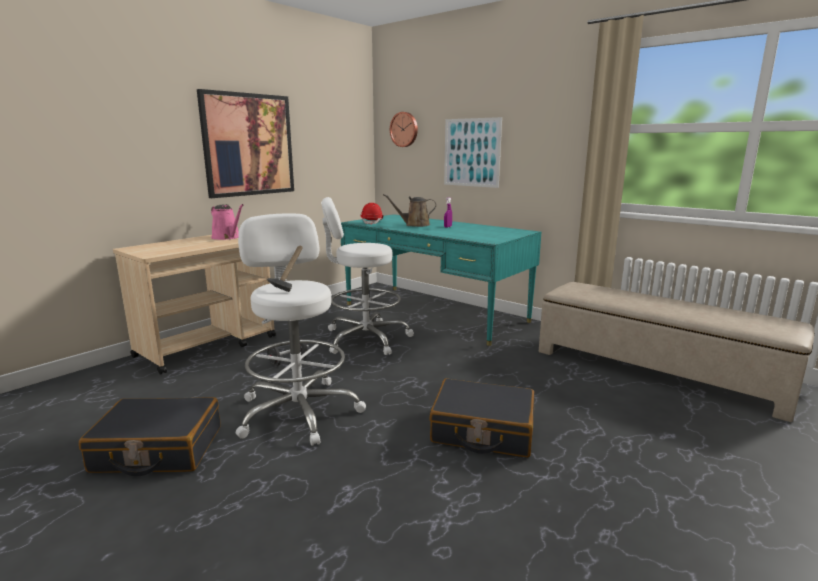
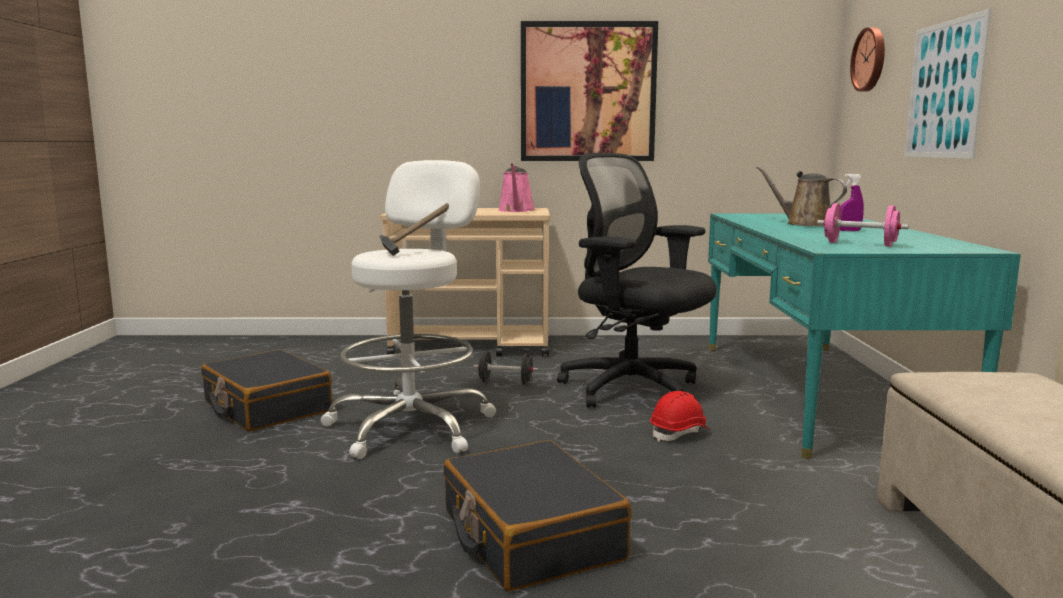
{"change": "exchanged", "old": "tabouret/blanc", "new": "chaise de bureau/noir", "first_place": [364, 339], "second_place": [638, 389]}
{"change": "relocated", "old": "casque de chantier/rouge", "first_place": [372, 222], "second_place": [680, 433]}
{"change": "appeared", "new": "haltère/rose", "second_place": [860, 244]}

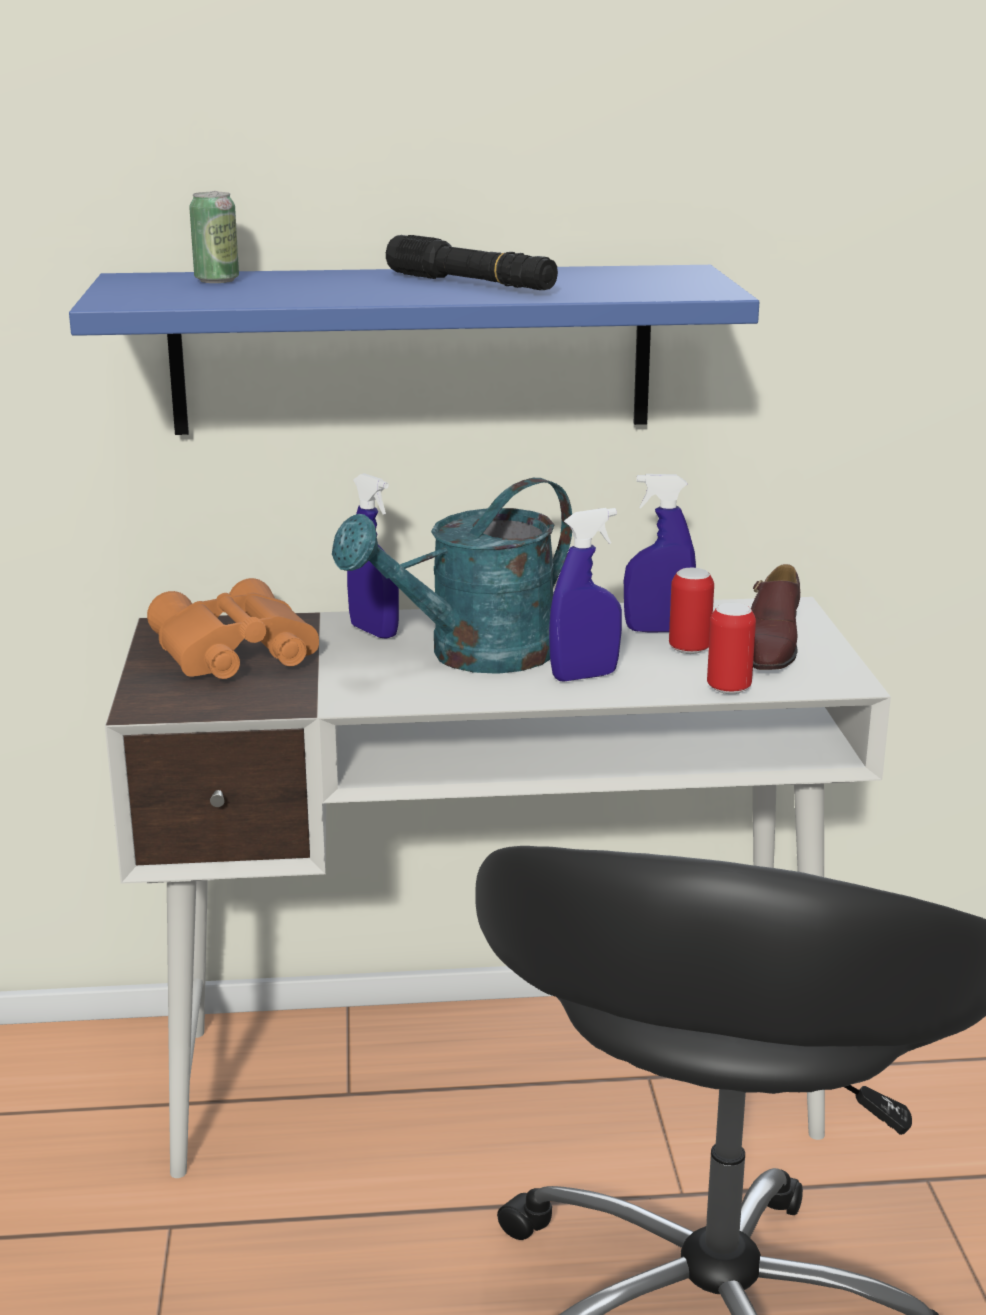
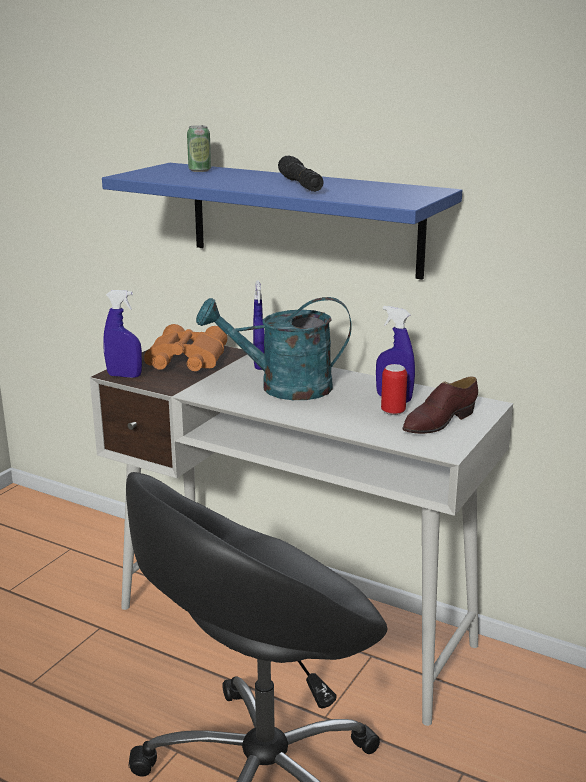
{"change": "relocated", "old": "vaporisateur/bleu", "first_place": [584, 676], "second_place": [124, 376]}
{"change": "missing", "old": "boîte métallique", "first_place": [728, 688]}

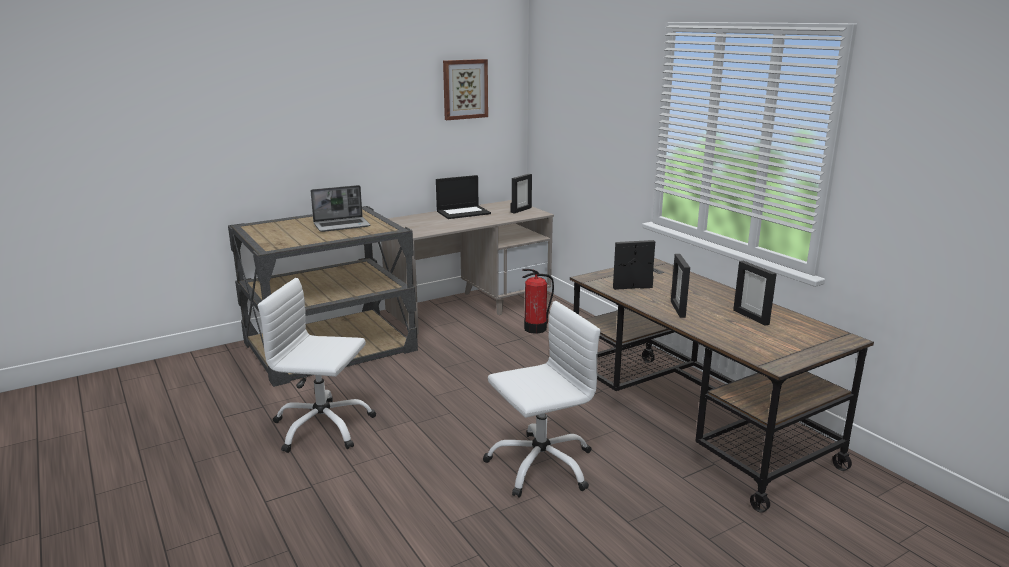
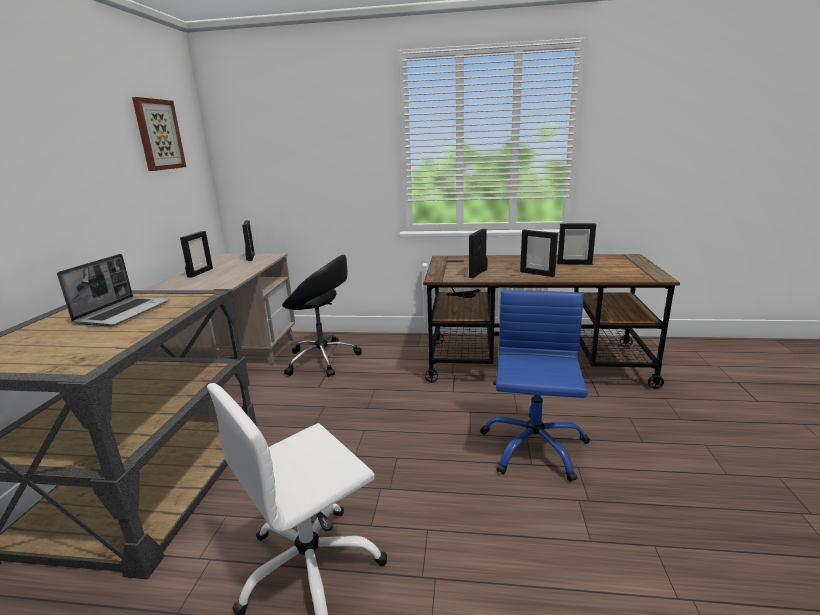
{"change": "exchanged", "old": "ordinateur portable", "new": "cadre photo", "first_place": [463, 212], "second_place": [200, 272]}
{"change": "exchanged", "old": "extincteur", "new": "chaise de bureau/noir", "first_place": [535, 329], "second_place": [324, 359]}
{"change": "colour", "old": "chaise de bureau/blanc", "new": "chaise de bureau/bleu", "first_place": [540, 465], "second_place": [533, 446]}

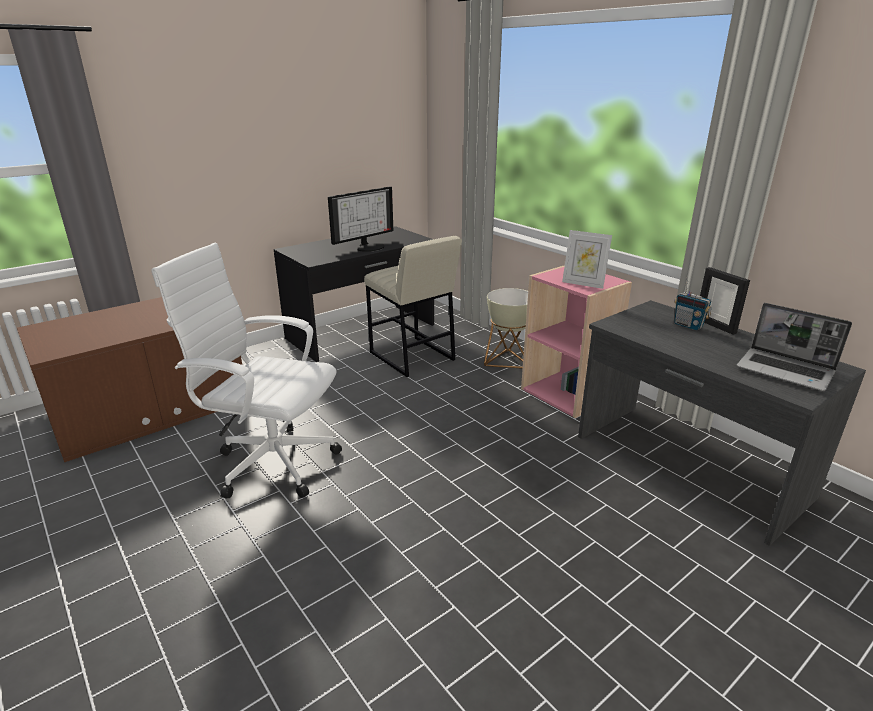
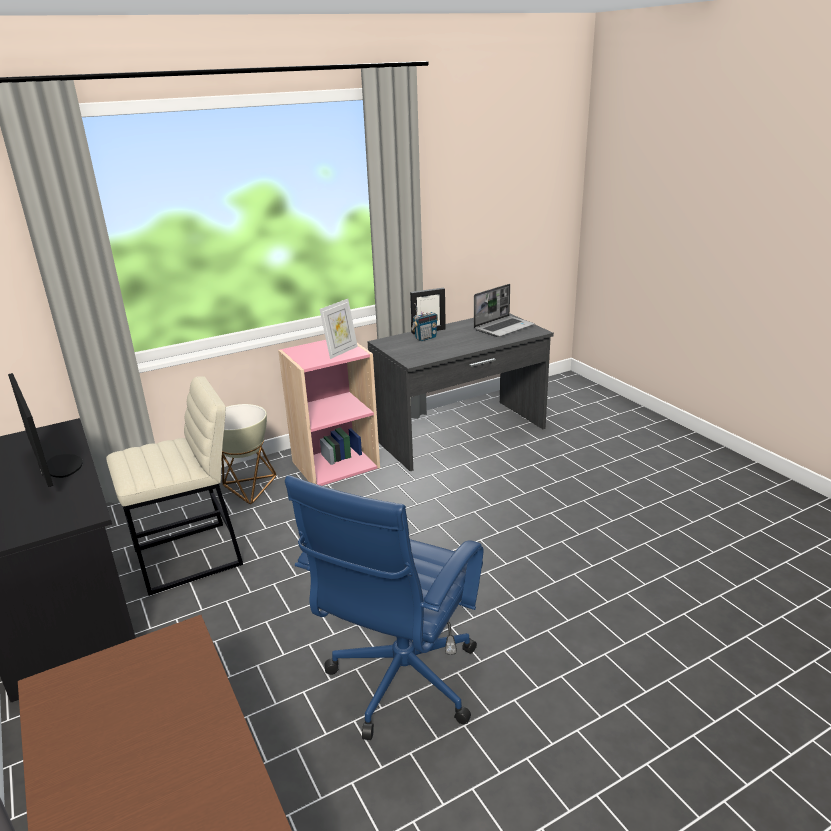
{"change": "colour", "old": "chaise de bureau/blanc", "new": "chaise de bureau/bleu", "first_place": [271, 463], "second_place": [400, 685]}

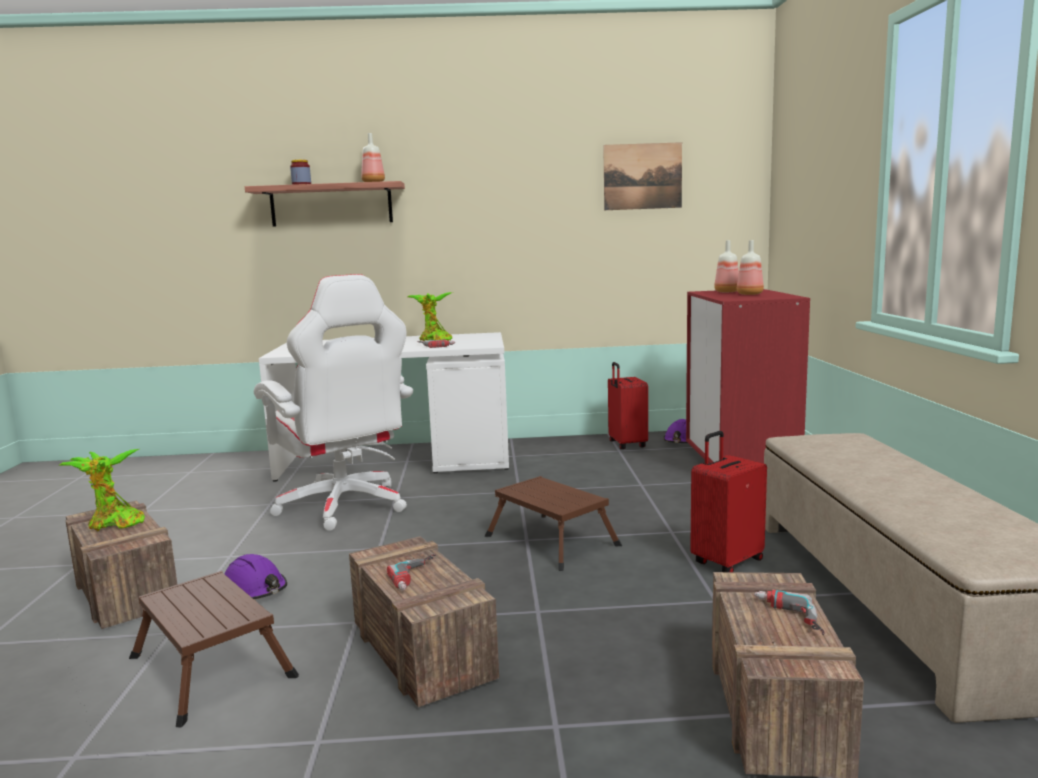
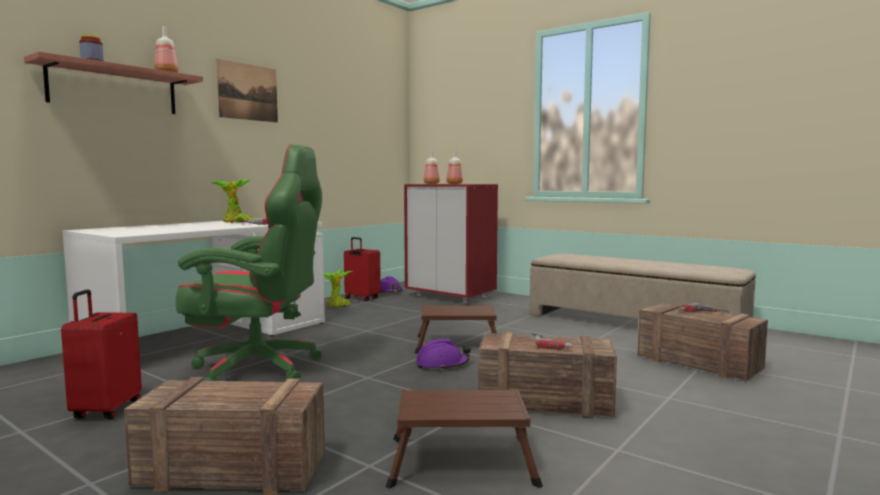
{"change": "relocated", "old": "valise/rouge", "first_place": [726, 561], "second_place": [105, 410]}
{"change": "colour", "old": "chaise de bureau/blanc", "new": "chaise de bureau/vert", "first_place": [342, 505], "second_place": [256, 368]}
{"change": "relocated", "old": "tableau", "first_place": [642, 176], "second_place": [248, 92]}
{"change": "relocated", "old": "plante en pot", "first_place": [113, 524], "second_place": [338, 306]}
{"change": "relocated", "old": "casque de chantier/violet", "first_place": [255, 590], "second_place": [442, 365]}

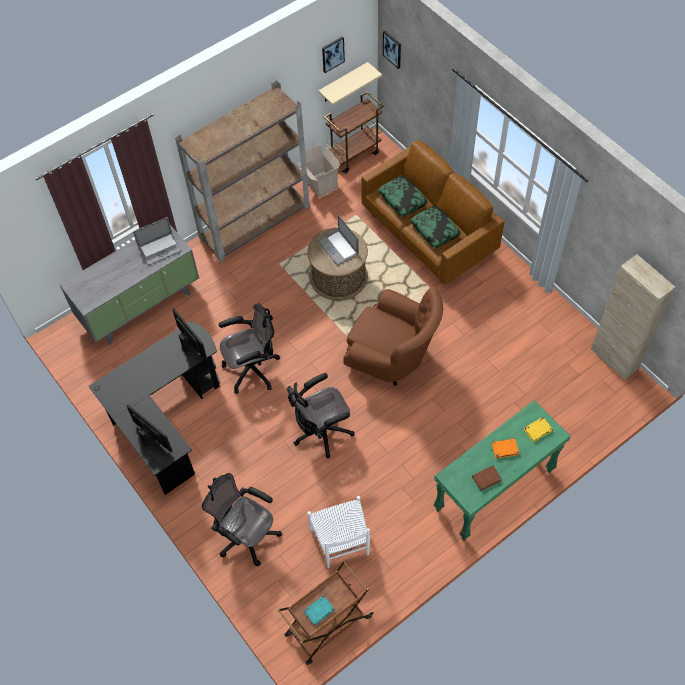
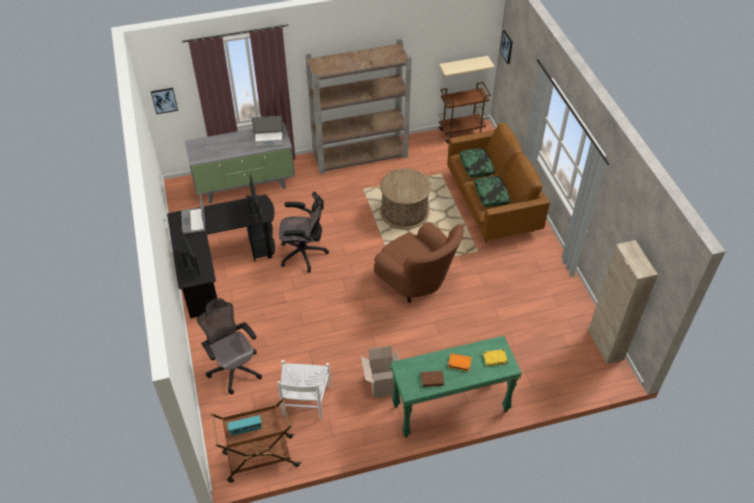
{"change": "relocated", "old": "tableau", "first_place": [332, 54], "second_place": [164, 100]}
{"change": "relocated", "old": "ordinateur portable", "first_place": [338, 247], "second_place": [193, 221]}
{"change": "exchanged", "old": "livre/turquoise", "new": "radio", "first_place": [319, 610], "second_place": [246, 430]}
{"change": "relocated", "old": "carton", "first_place": [320, 184], "second_place": [381, 384]}
{"change": "missing", "old": "chaise de bureau", "first_place": [322, 431]}

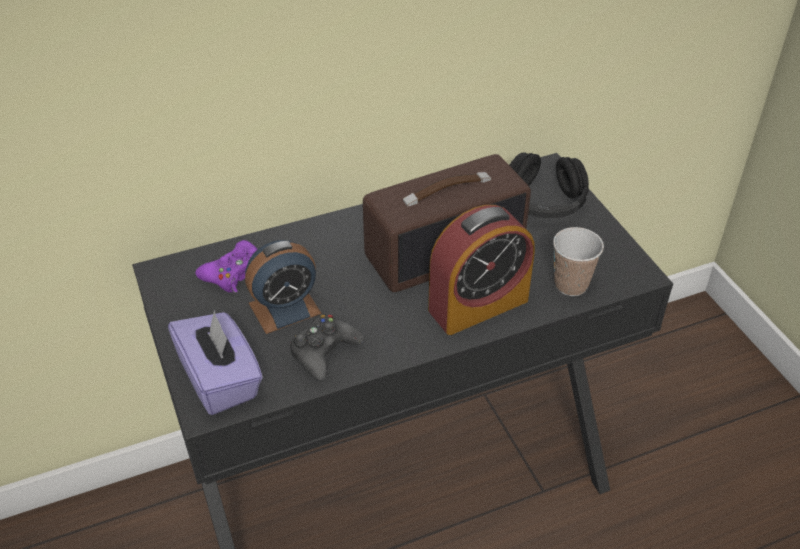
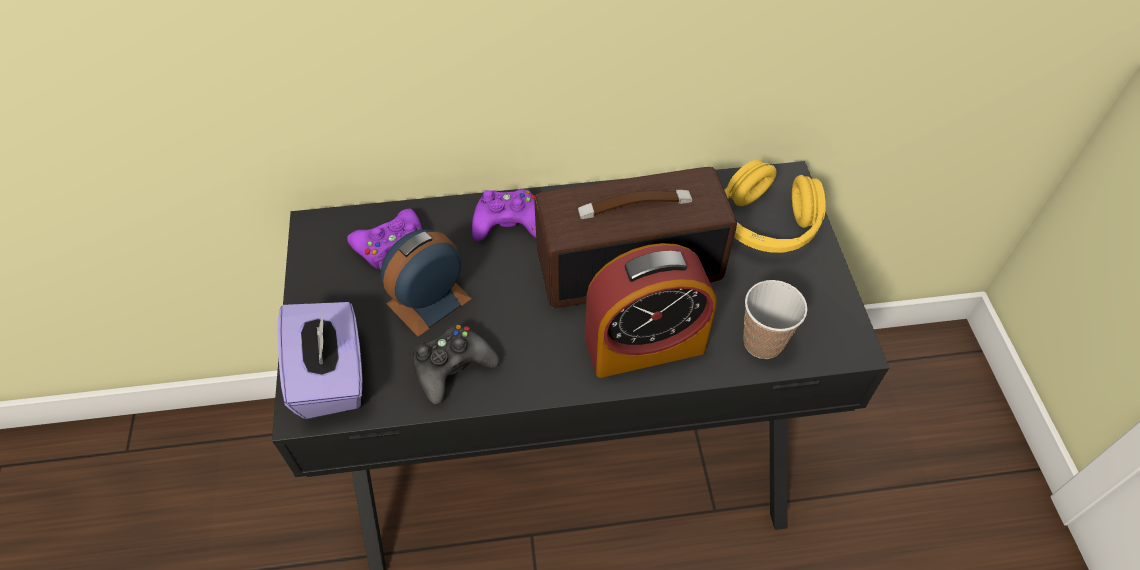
{"change": "spun", "old": "réveil", "first_place": [284, 308], "second_place": [429, 301], "degrees": 150}
{"change": "appeared", "new": "manette/violet", "second_place": [508, 223]}
{"change": "colour", "old": "casque audio/noir", "new": "casque audio/jaune", "first_place": [543, 201], "second_place": [767, 223]}

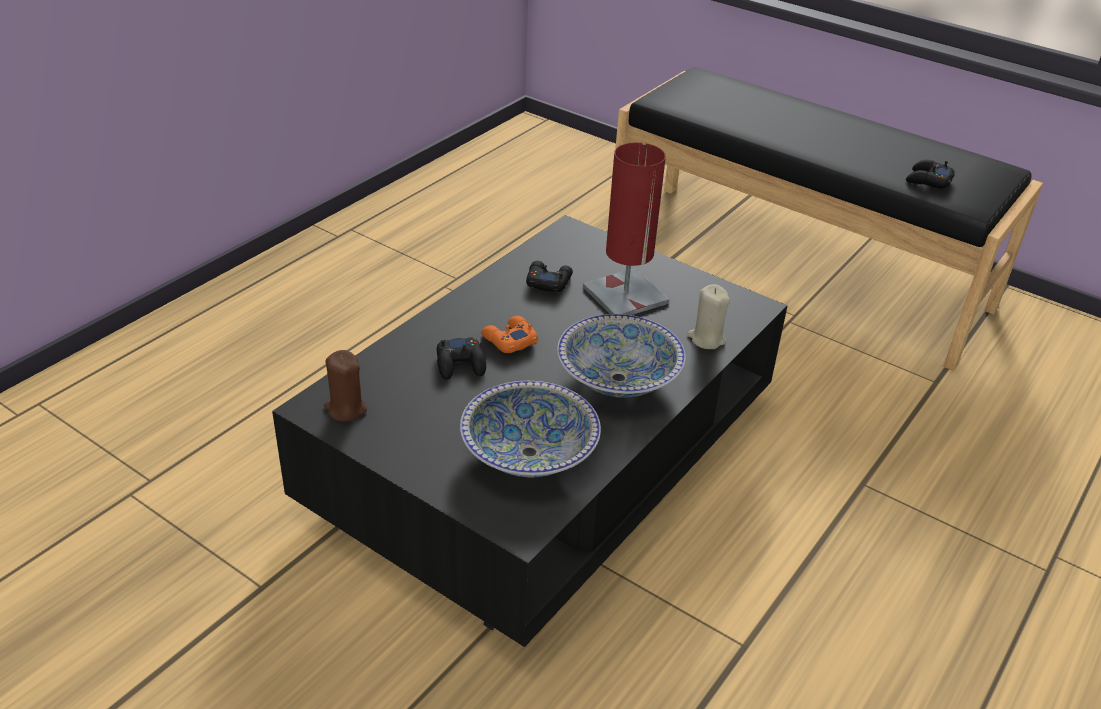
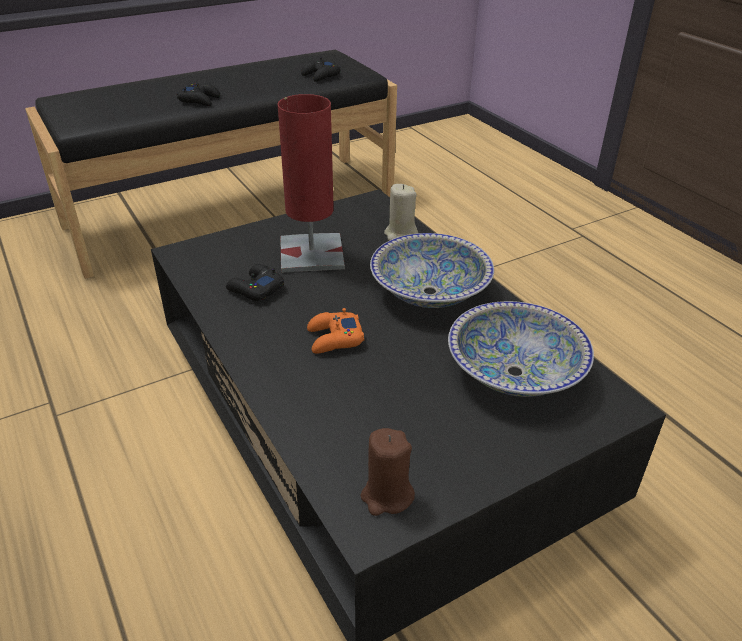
{"change": "relocated", "old": "manette/noir", "first_place": [461, 364], "second_place": [200, 100]}

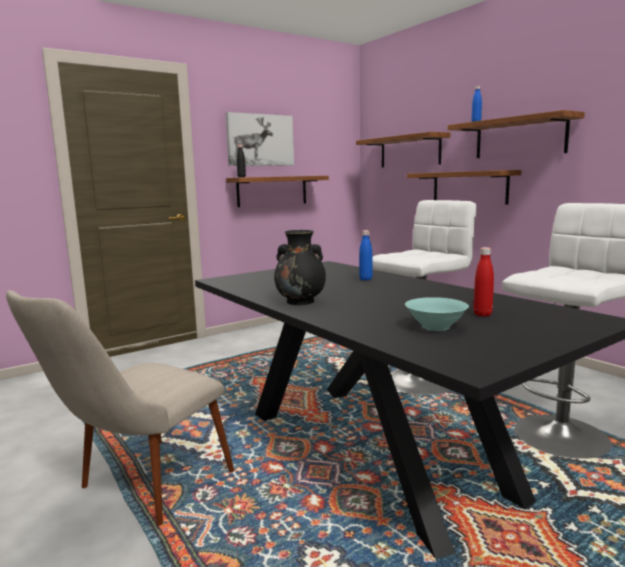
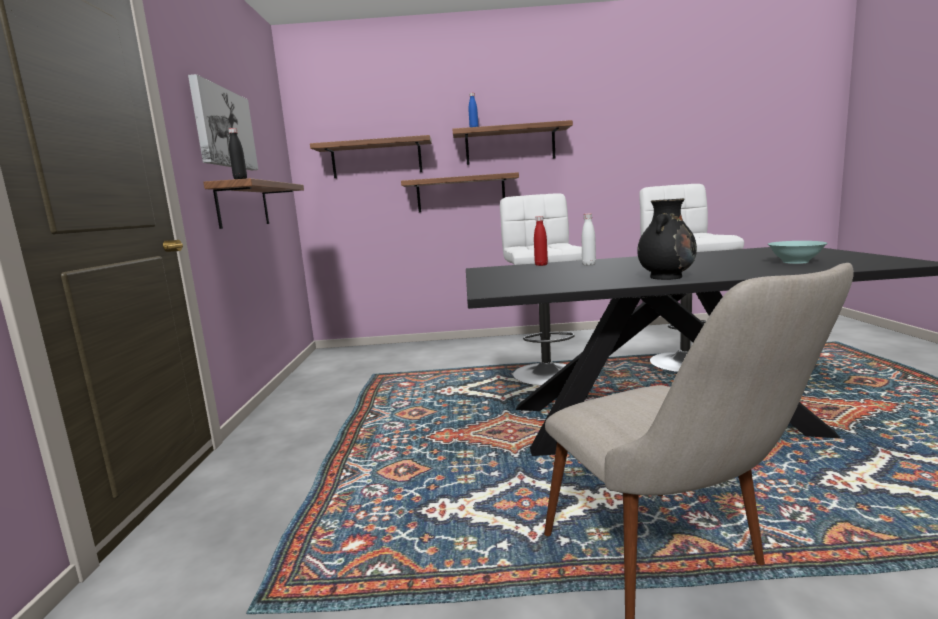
{"change": "relocated", "old": "bouteille/rouge", "first_place": [482, 314], "second_place": [541, 265]}
{"change": "colour", "old": "bouteille/bleu", "new": "bouteille/blanc", "first_place": [365, 279], "second_place": [589, 264]}

